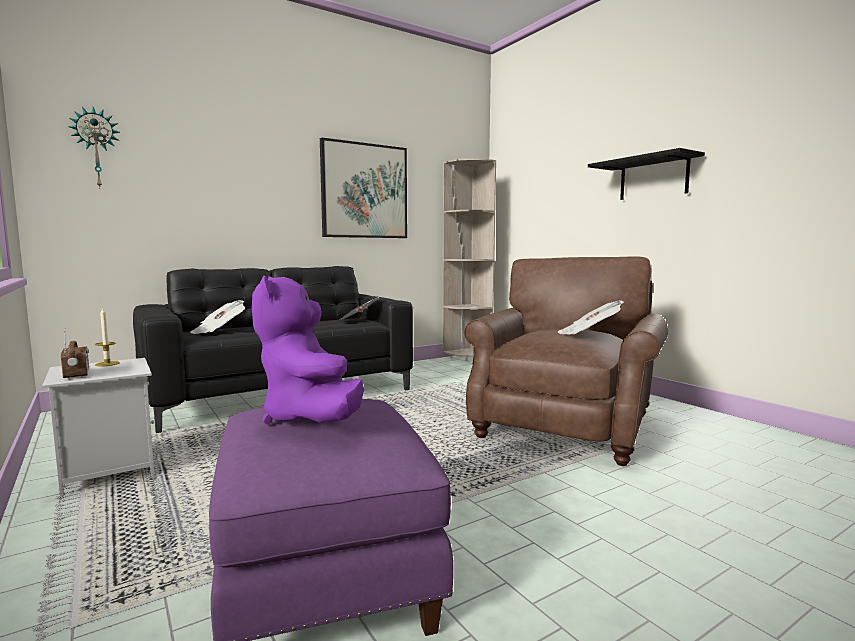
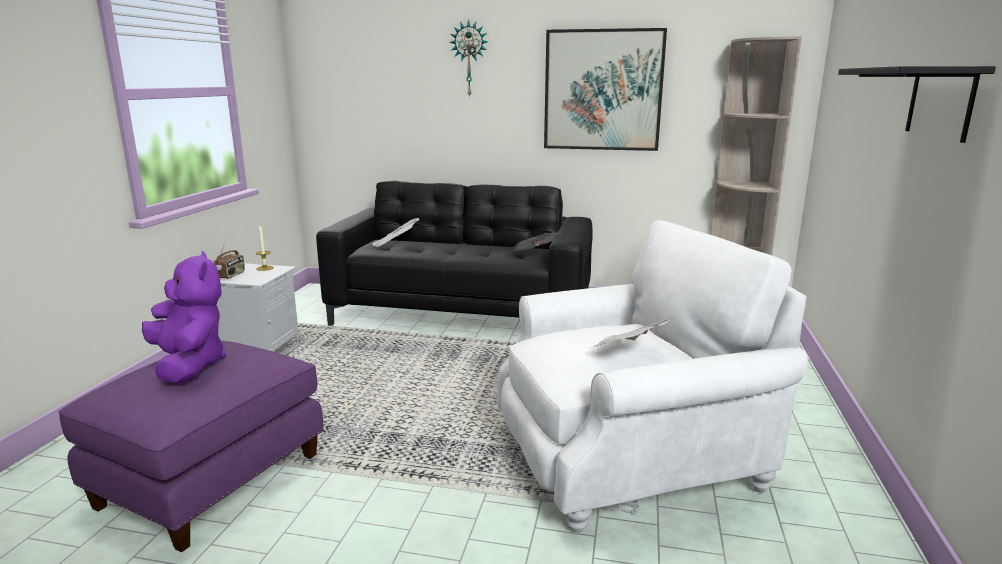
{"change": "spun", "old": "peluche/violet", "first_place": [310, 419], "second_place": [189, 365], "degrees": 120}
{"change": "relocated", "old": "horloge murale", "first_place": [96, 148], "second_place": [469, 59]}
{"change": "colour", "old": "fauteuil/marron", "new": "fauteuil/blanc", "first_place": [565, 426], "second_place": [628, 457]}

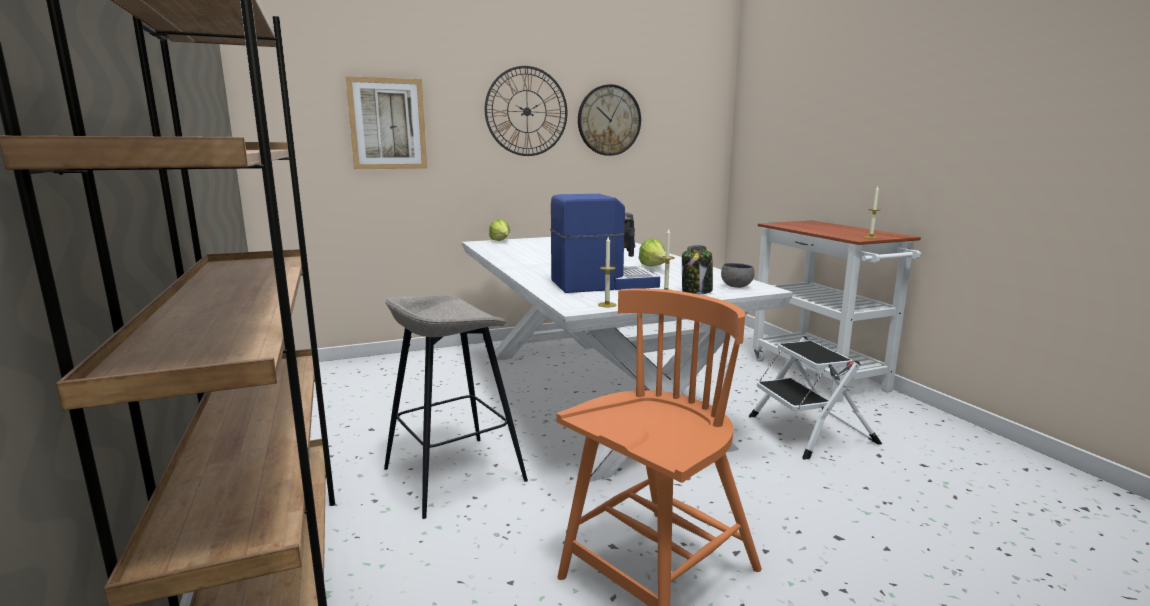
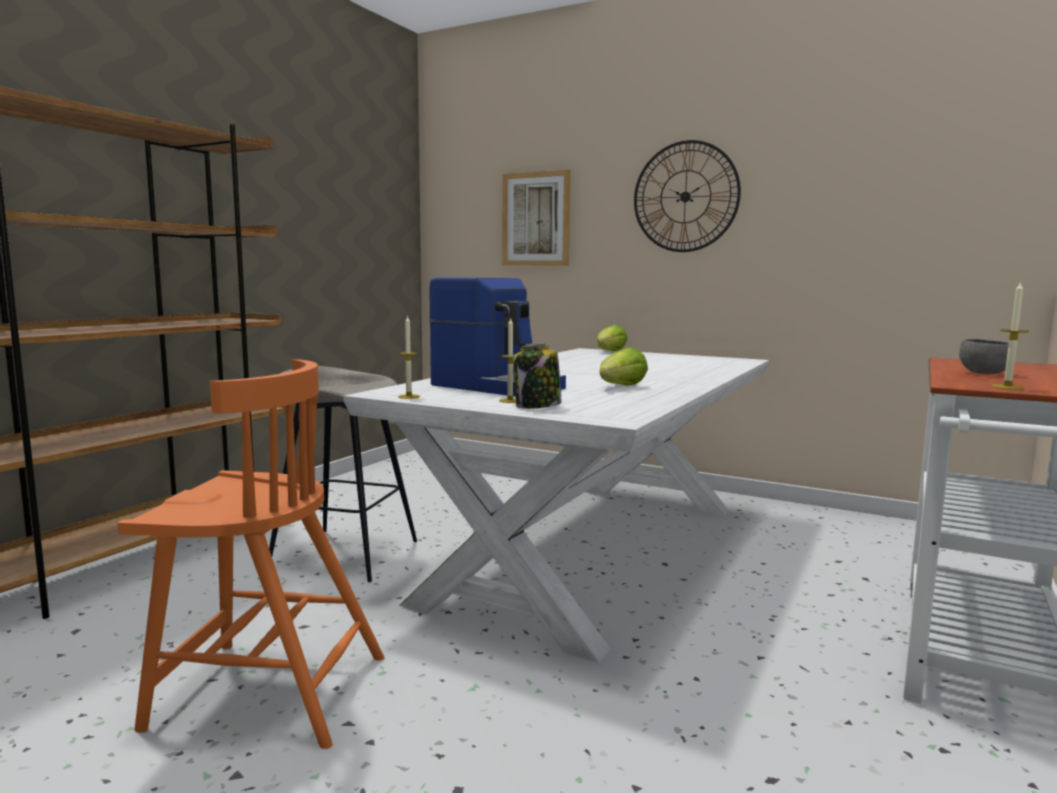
{"change": "relocated", "old": "bol/gris", "first_place": [737, 286], "second_place": [986, 373]}
{"change": "missing", "old": "horloge murale", "first_place": [609, 120]}
{"change": "missing", "old": "escabeau", "first_place": [811, 431]}

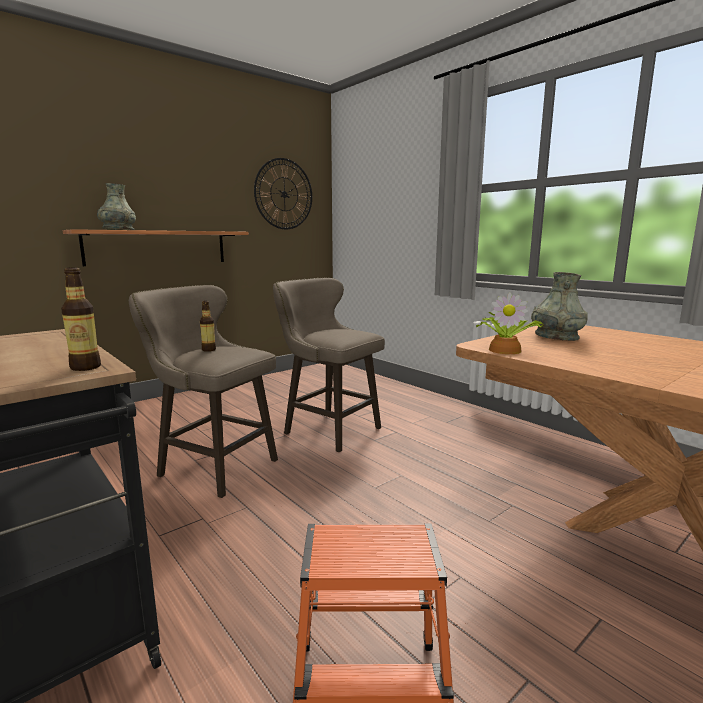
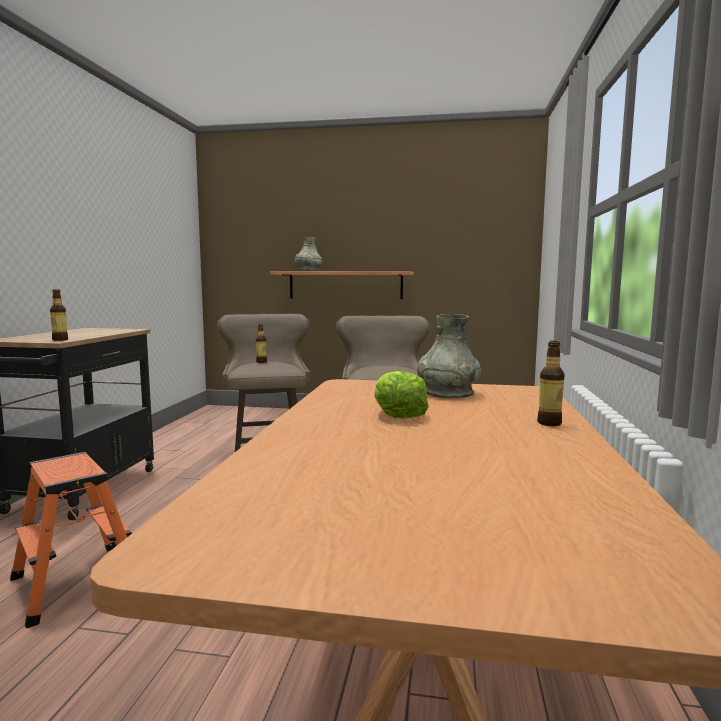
{"change": "appeared", "new": "laitue", "second_place": [397, 414]}
{"change": "appeared", "new": "bouteille", "second_place": [549, 423]}
{"change": "missing", "old": "horloge murale", "first_place": [284, 194]}
{"change": "missing", "old": "plante en pot", "first_place": [506, 350]}

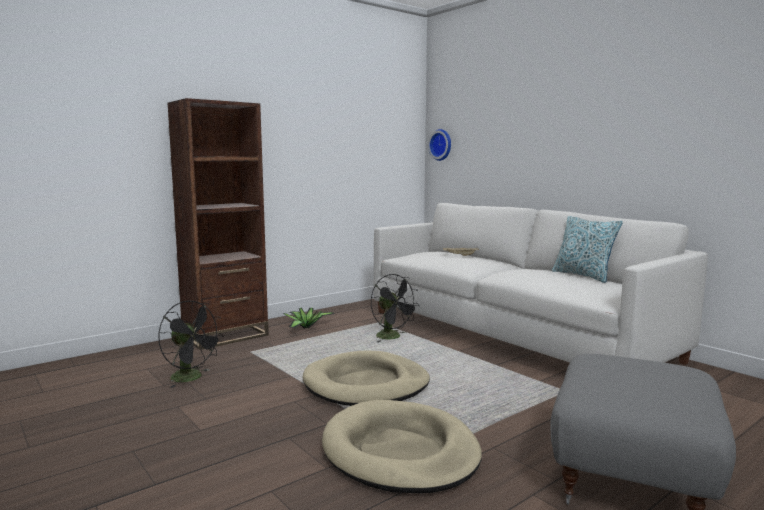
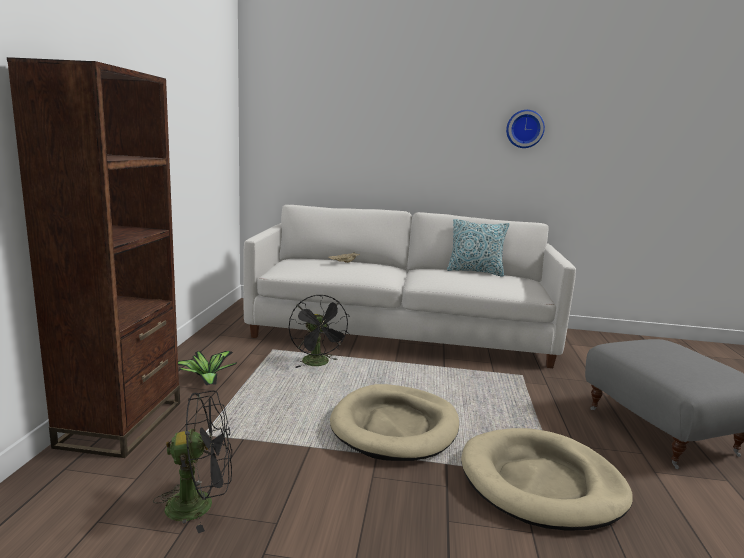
{"change": "spun", "old": "ventilateur/noir", "first_place": [392, 337], "second_place": [318, 364], "degrees": 60}
{"change": "relocated", "old": "horloge murale", "first_place": [441, 145], "second_place": [524, 129]}

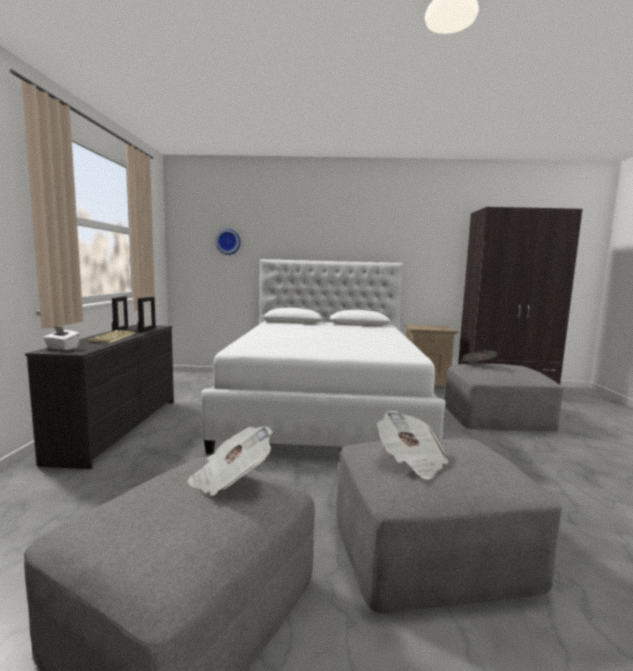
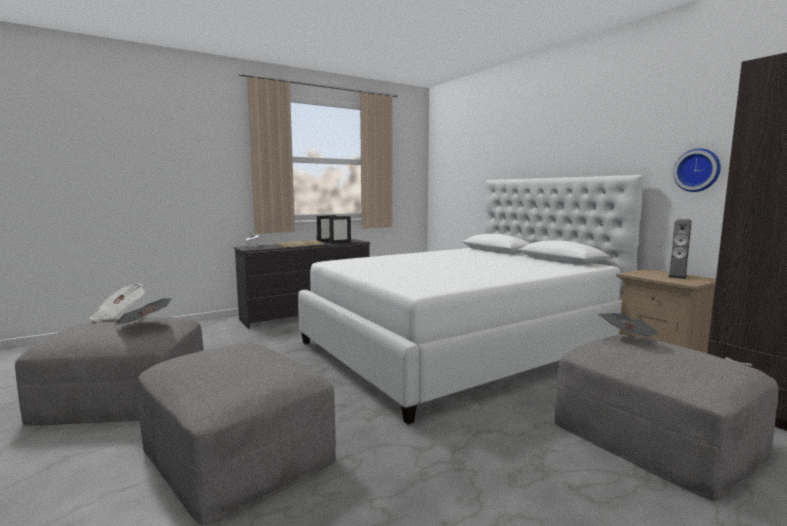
{"change": "relocated", "old": "journal", "first_place": [411, 461], "second_place": [118, 314]}
{"change": "appeared", "new": "enceinte", "second_place": [677, 276]}
{"change": "relocated", "old": "horloge murale", "first_place": [228, 242], "second_place": [698, 170]}

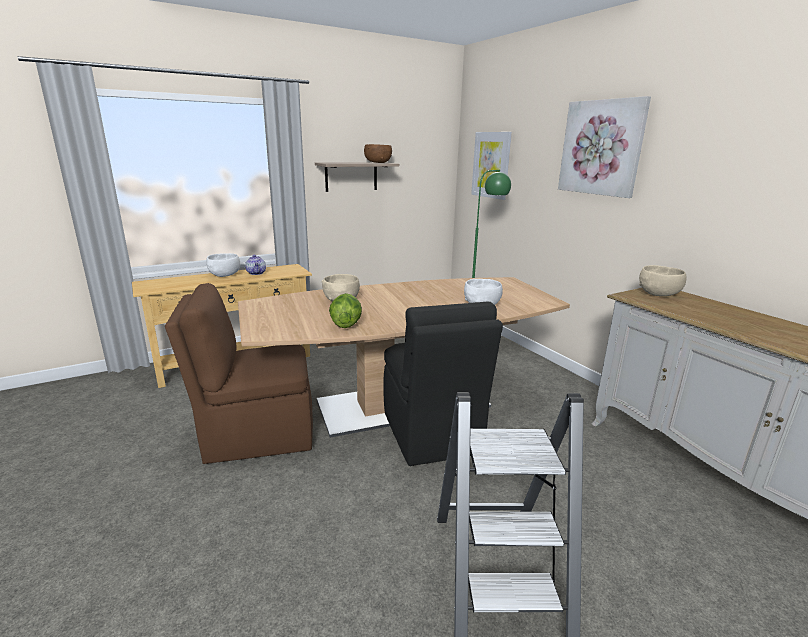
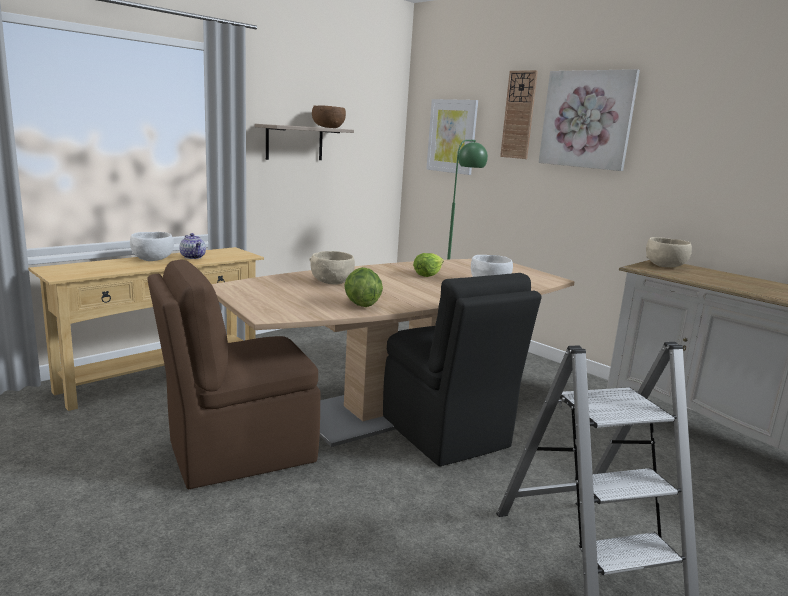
{"change": "appeared", "new": "laitue", "second_place": [428, 274]}
{"change": "appeared", "new": "horloge murale", "second_place": [519, 115]}

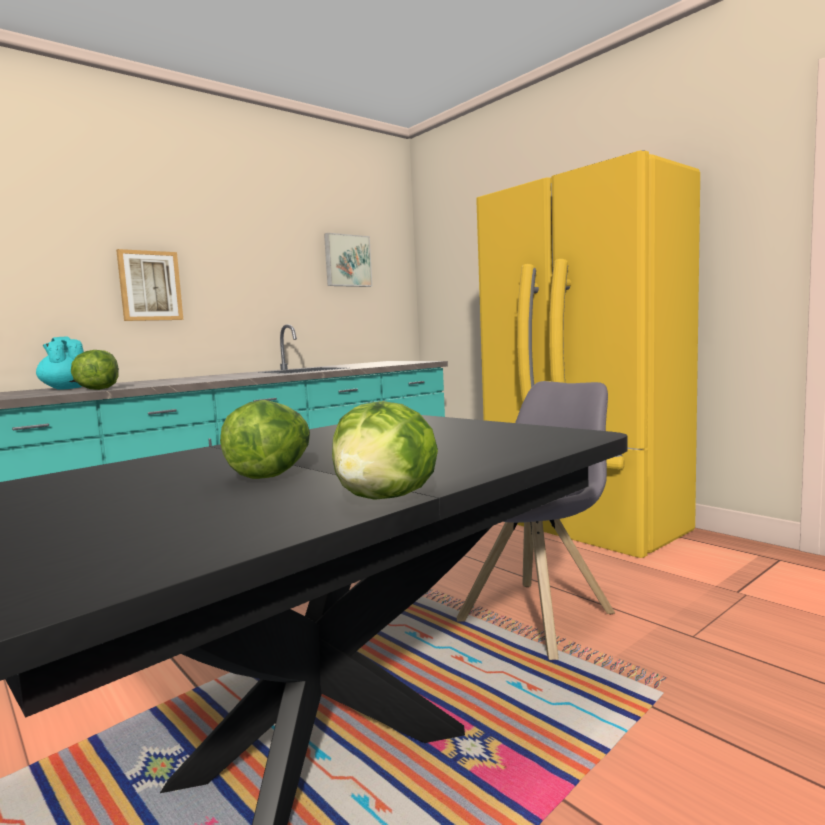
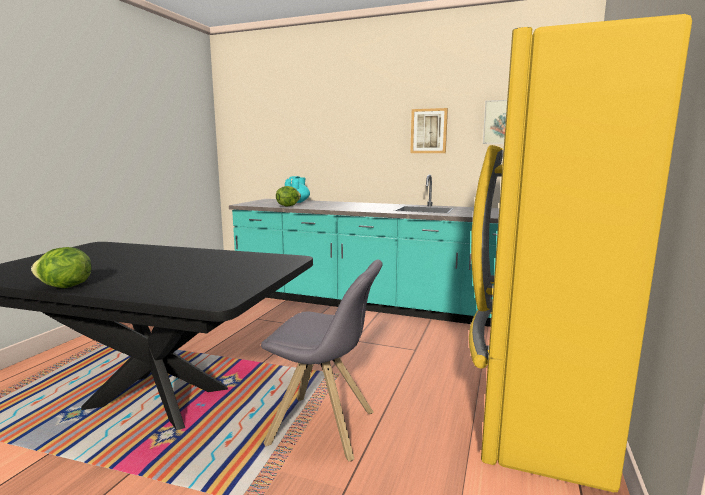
{"change": "relocated", "old": "tableau", "first_place": [150, 286], "second_place": [429, 131]}
{"change": "missing", "old": "laitue", "first_place": [272, 473]}

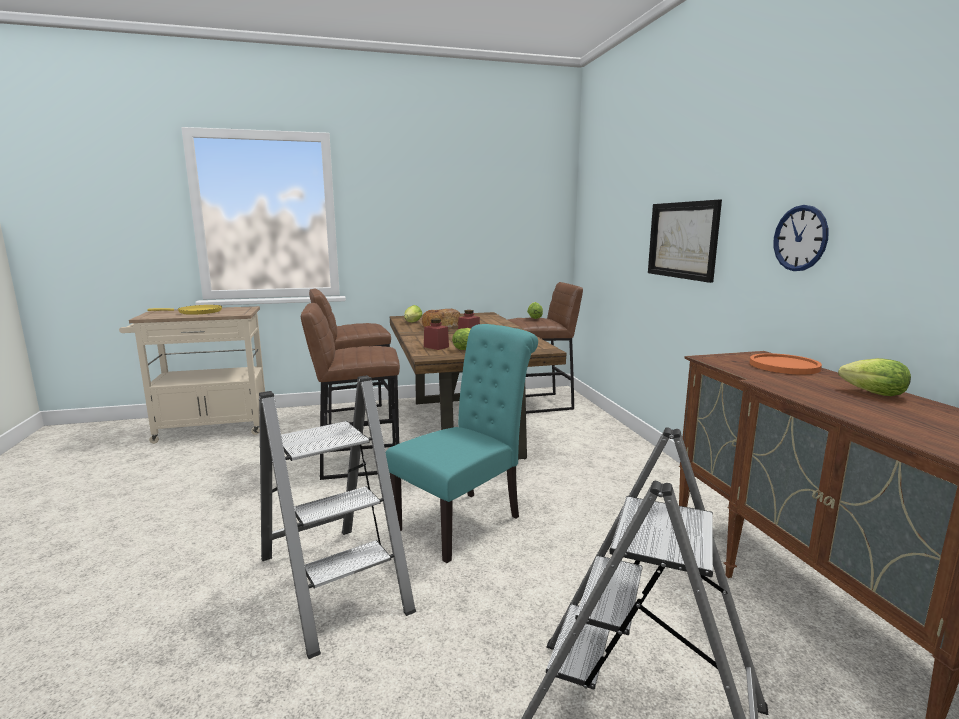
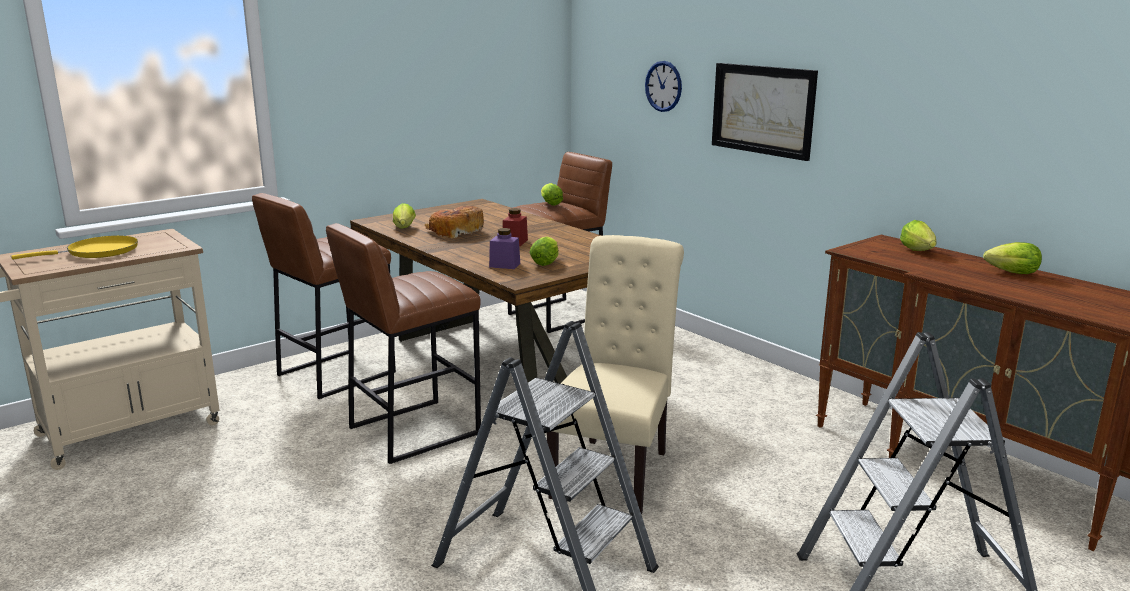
{"change": "colour", "old": "bocal/rouge", "new": "bocal/violet", "first_place": [436, 347], "second_place": [504, 265]}
{"change": "colour", "old": "chaise/turquoise", "new": "chaise/beige", "first_place": [465, 520], "second_place": [614, 470]}
{"change": "relocated", "old": "horloge murale", "first_place": [800, 238], "second_place": [663, 86]}
{"change": "exchanged", "old": "assiette/orange", "new": "laitue", "first_place": [784, 366], "second_place": [919, 251]}

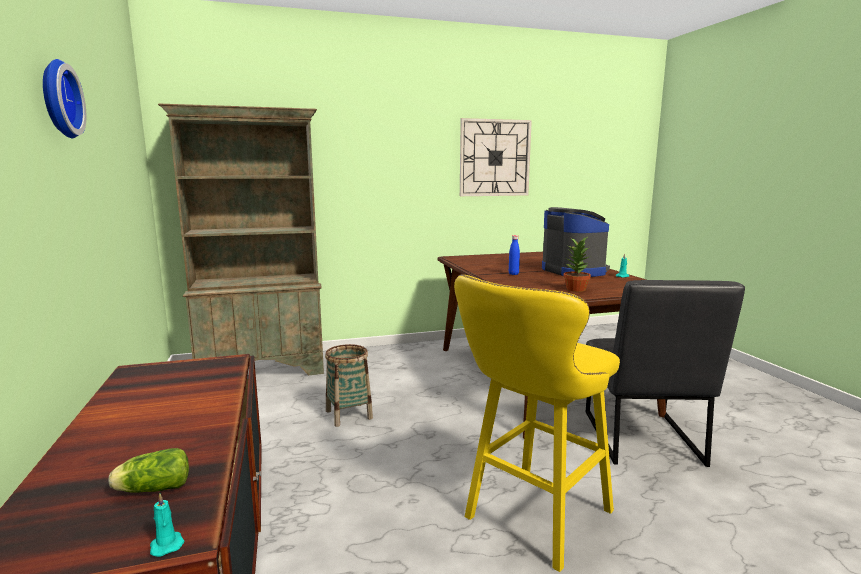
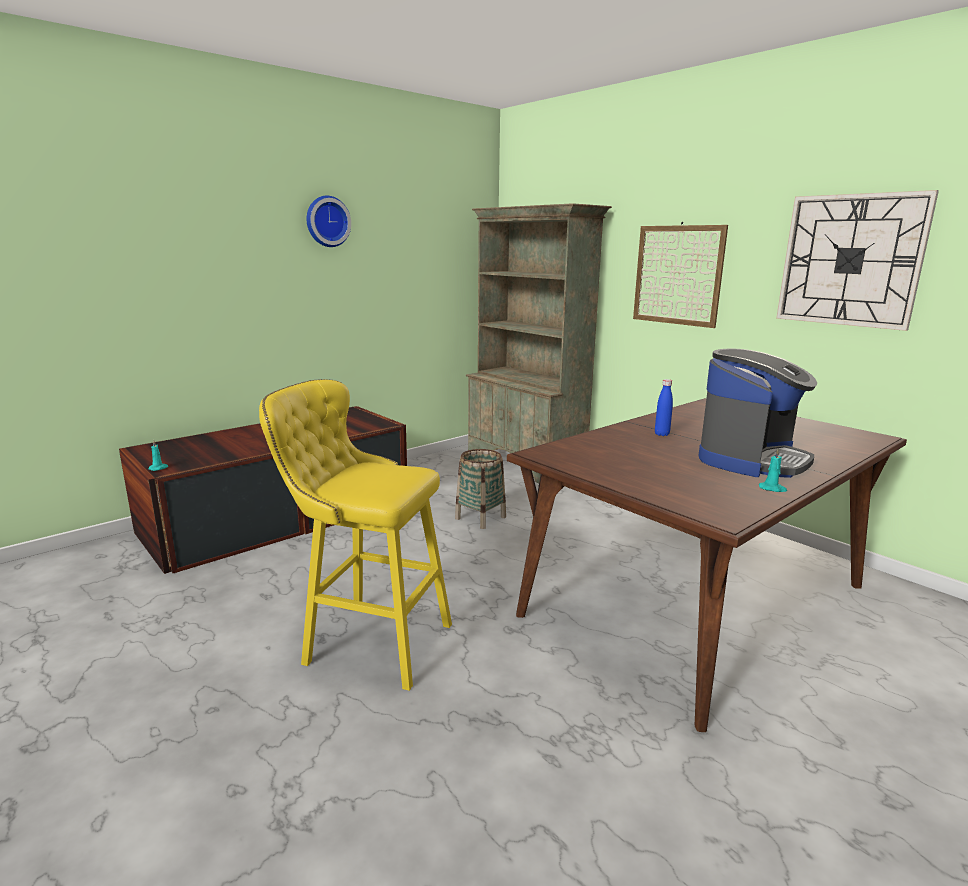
{"change": "appeared", "new": "tableau", "second_place": [678, 273]}
{"change": "missing", "old": "laitue", "first_place": [152, 489]}
{"change": "missing", "old": "plante en pot", "first_place": [576, 289]}
{"change": "missing", "old": "chaise/gris", "first_place": [641, 438]}

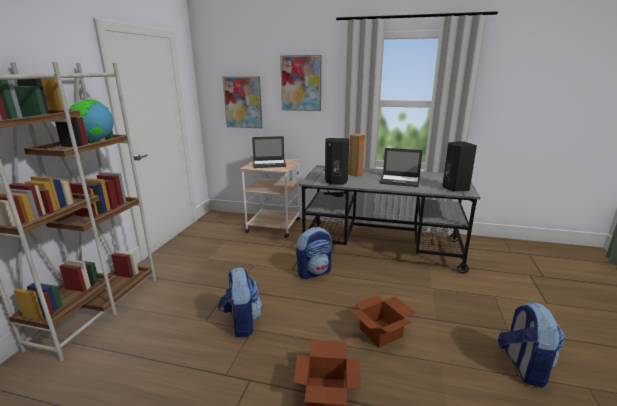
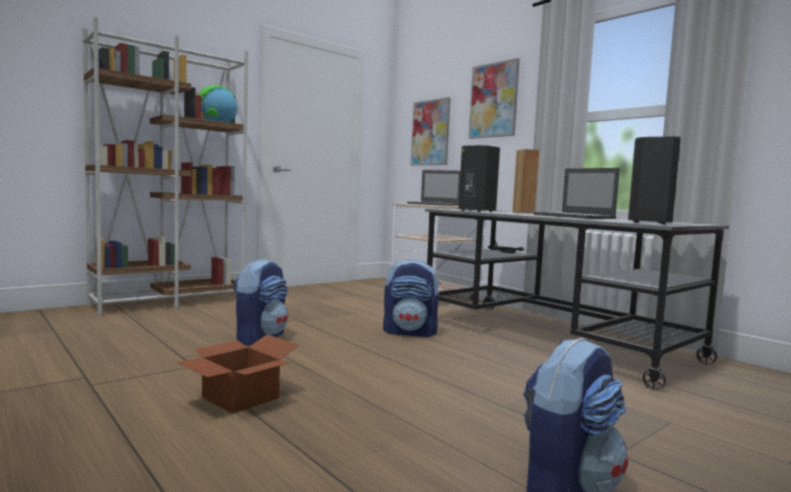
{"change": "missing", "old": "carton", "first_place": [382, 332]}

